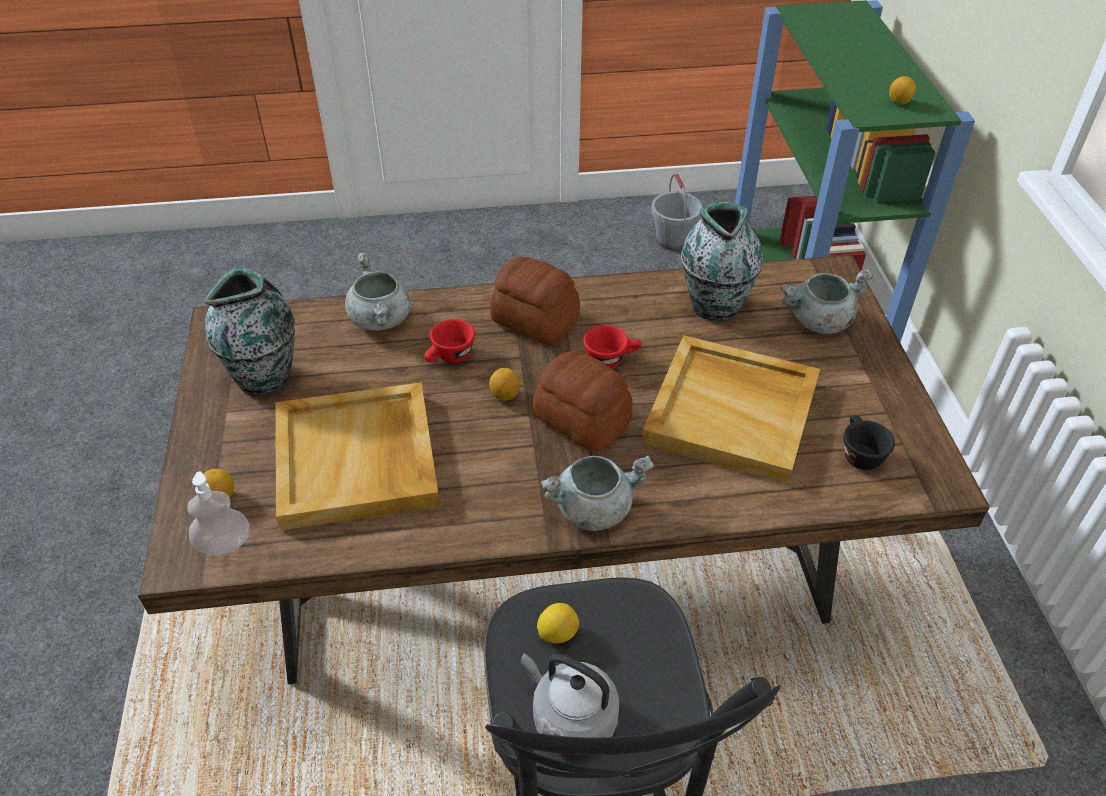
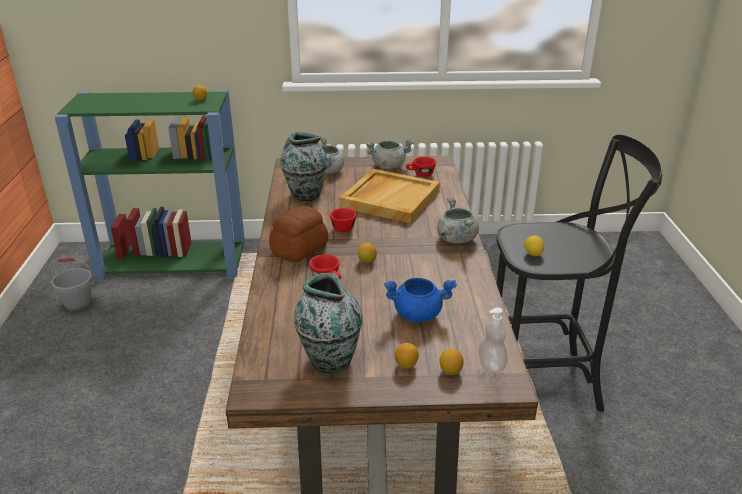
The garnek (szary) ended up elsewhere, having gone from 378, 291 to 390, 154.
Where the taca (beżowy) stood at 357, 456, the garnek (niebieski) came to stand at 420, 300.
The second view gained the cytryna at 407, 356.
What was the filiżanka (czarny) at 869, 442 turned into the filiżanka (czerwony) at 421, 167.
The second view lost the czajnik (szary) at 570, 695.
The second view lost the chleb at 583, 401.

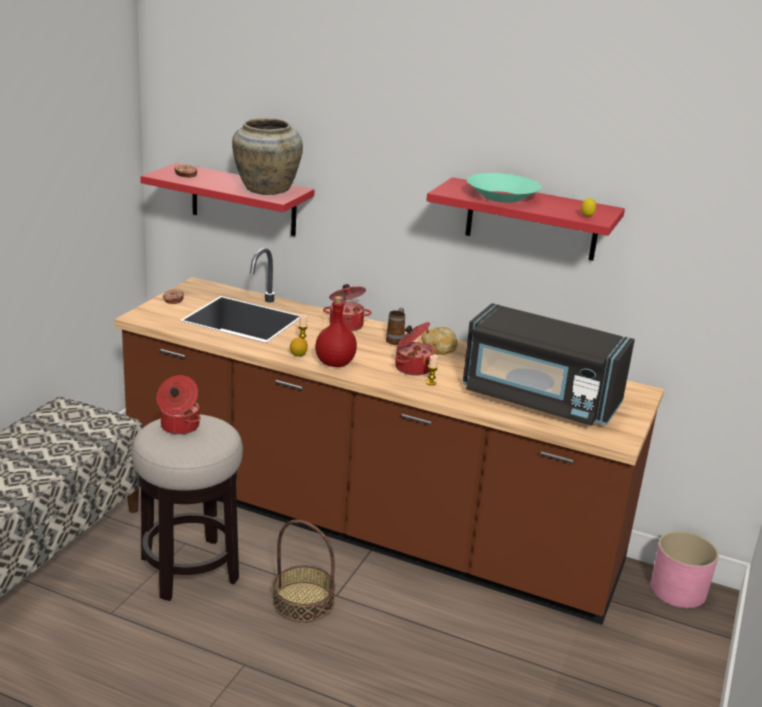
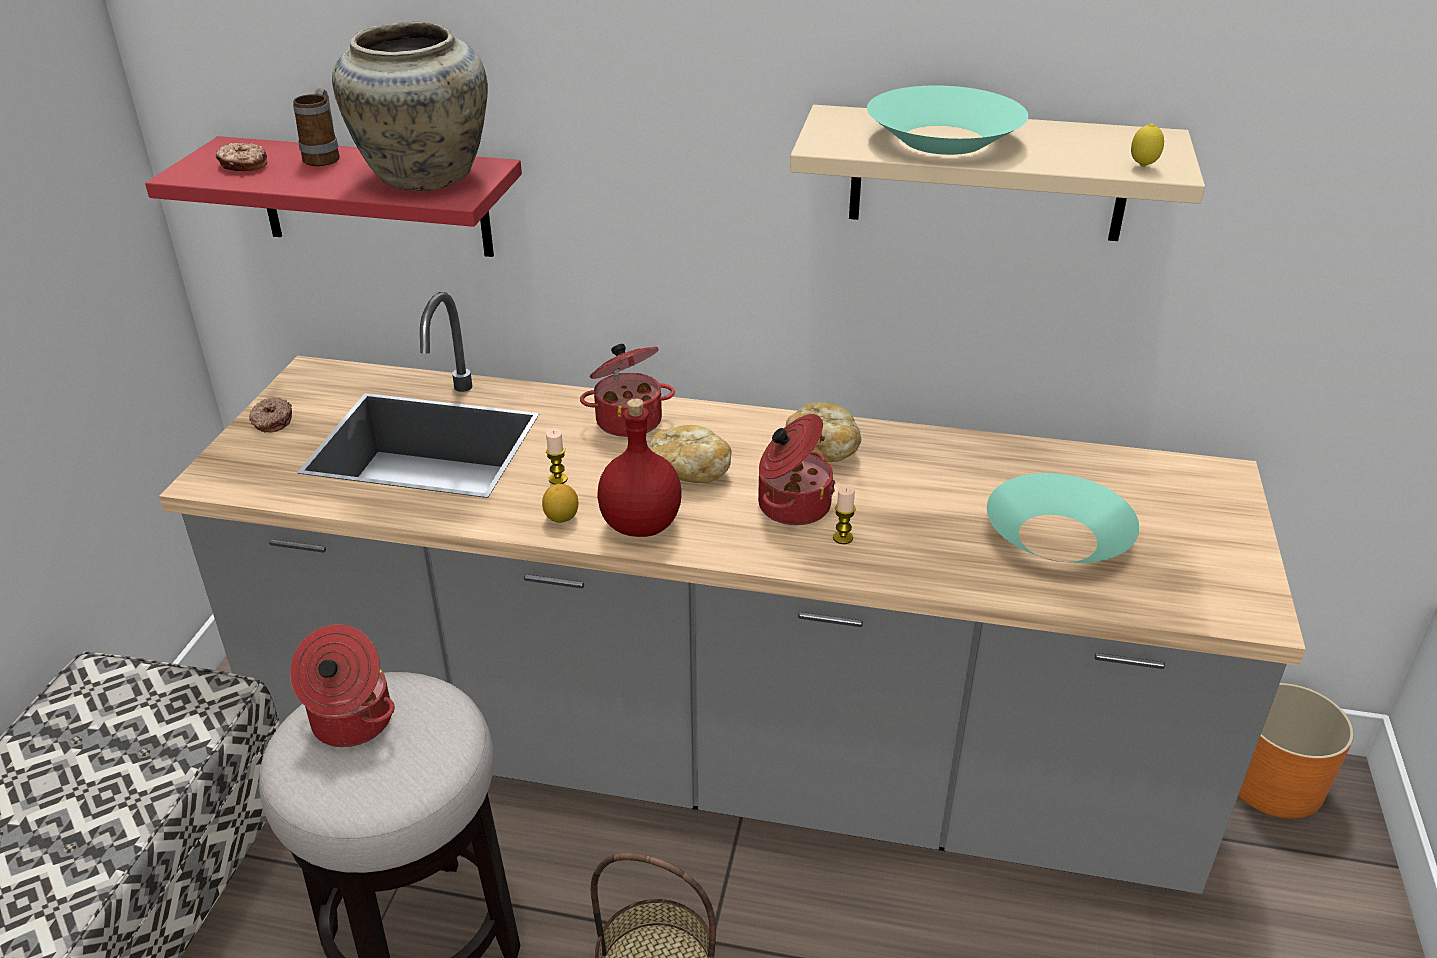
What was the zabudowa kuchenna (brązowy) at 389, 436 turned into the zabudowa kuchenna (szary) at 732, 593.
The kubek ended up elsewhere, having gone from 395, 326 to 316, 127.
The second view gained the chleb at 690, 454.
What was the półka (czerwony) at 525, 219 turned into the półka (beżowy) at 997, 173.
Where the mikrofalówka (czarny) stood at 548, 364, the miska (turkusowy) came to stand at 1063, 518.
What was the donica (różowy) at 684, 569 turned into the donica (pomarańczowy) at 1296, 751.

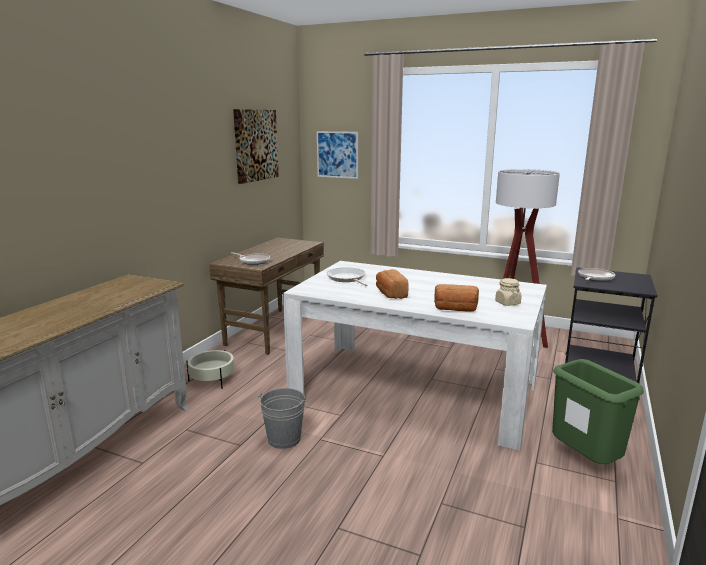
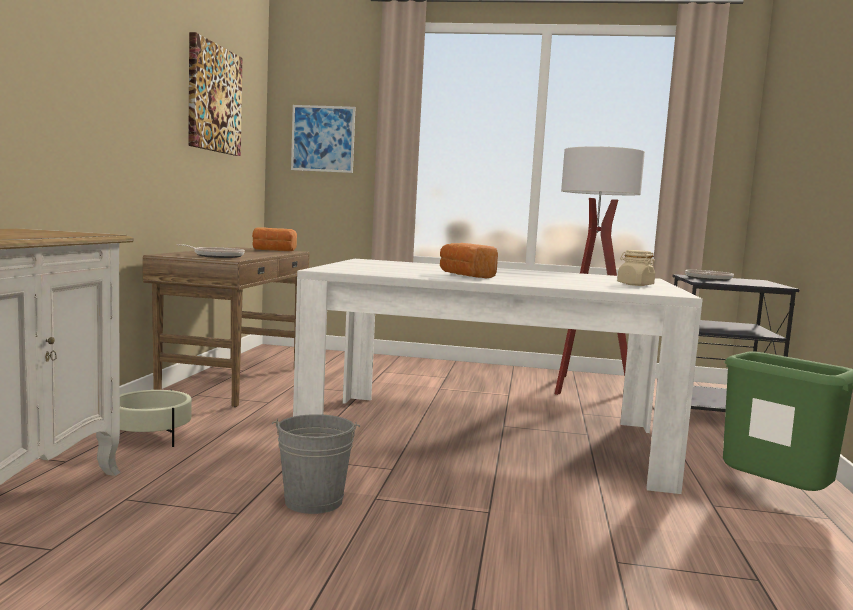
The chleb ended up elsewhere, having gone from 456, 298 to 274, 239.
The second view lost the patelnia at 347, 276.

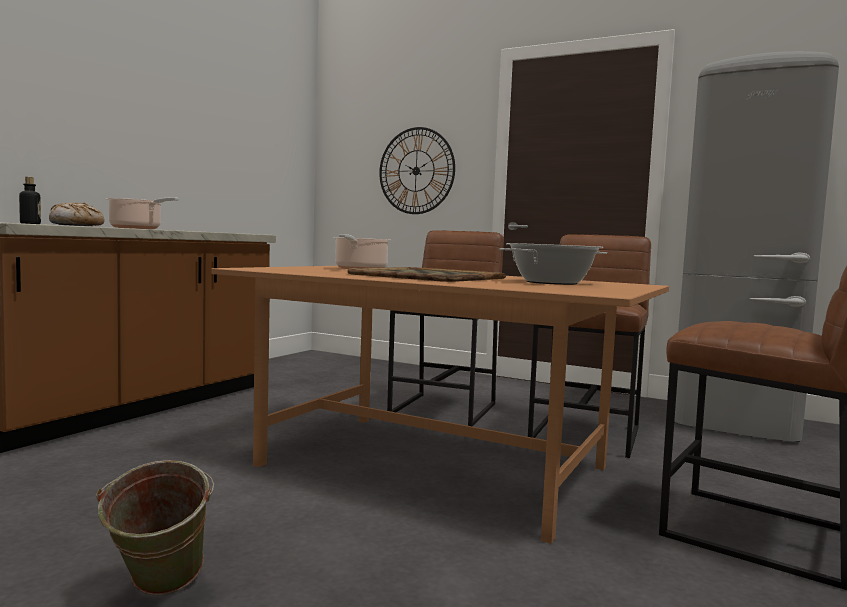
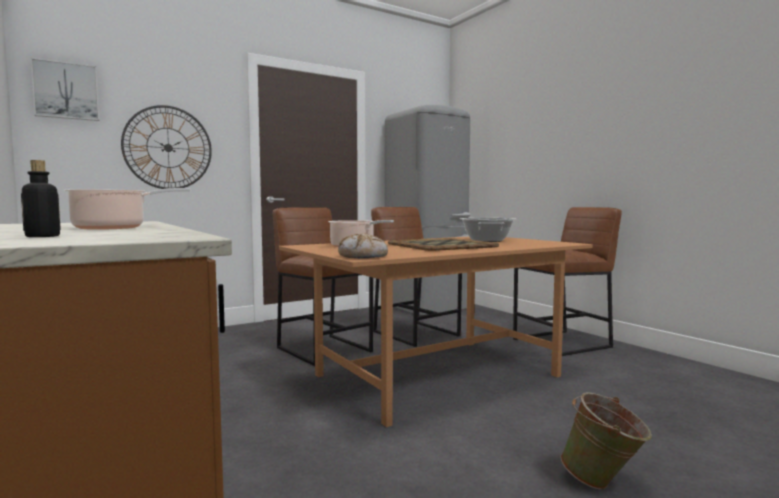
The second view gained the obraz at 65, 89.
The chleb ended up elsewhere, having gone from 77, 214 to 363, 245.

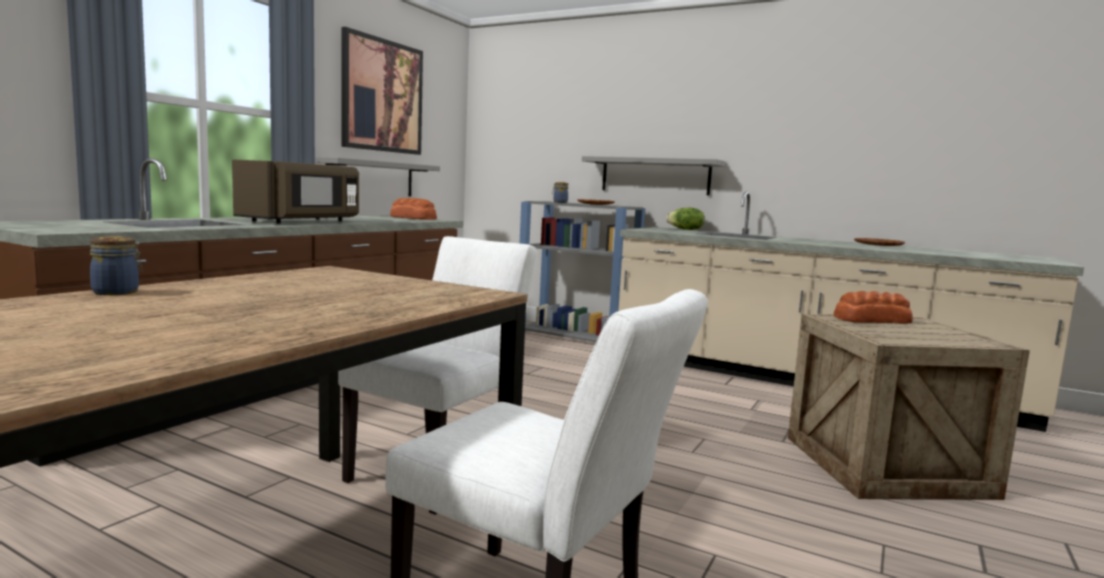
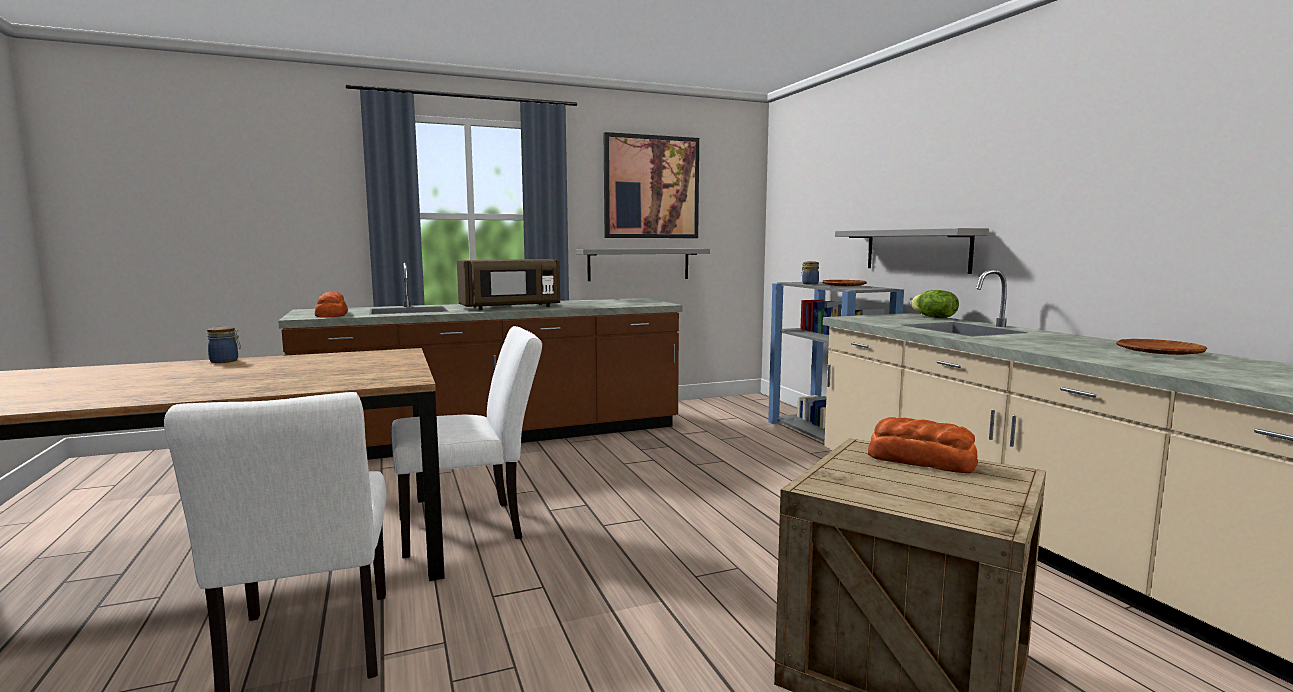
The chleb ended up elsewhere, having gone from 413, 209 to 331, 304.

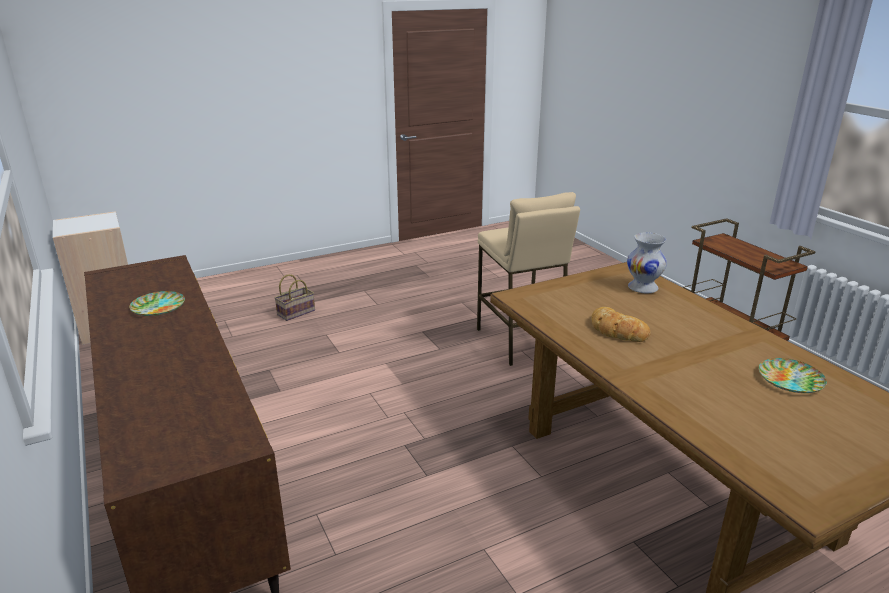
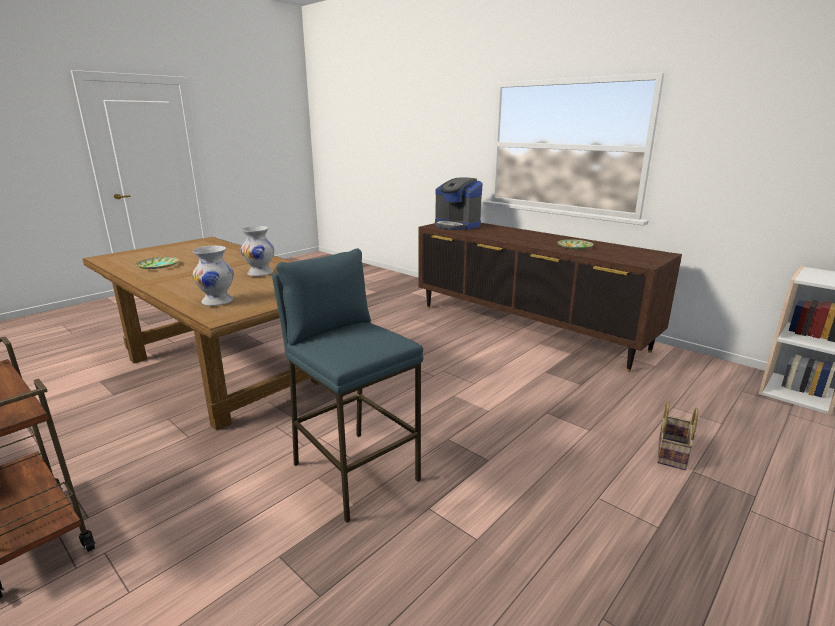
Where the chleb stood at 621, 324, the wazon (biały) came to stand at 257, 251.
What was the stołek (beżowy) at 528, 279 turned into the stołek (niebieski) at 347, 385.
The second view gained the ekspres do kawy at 458, 204.

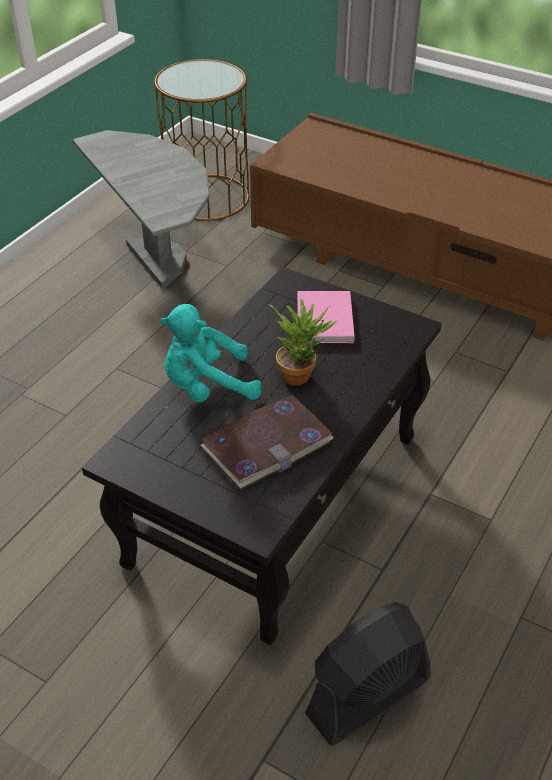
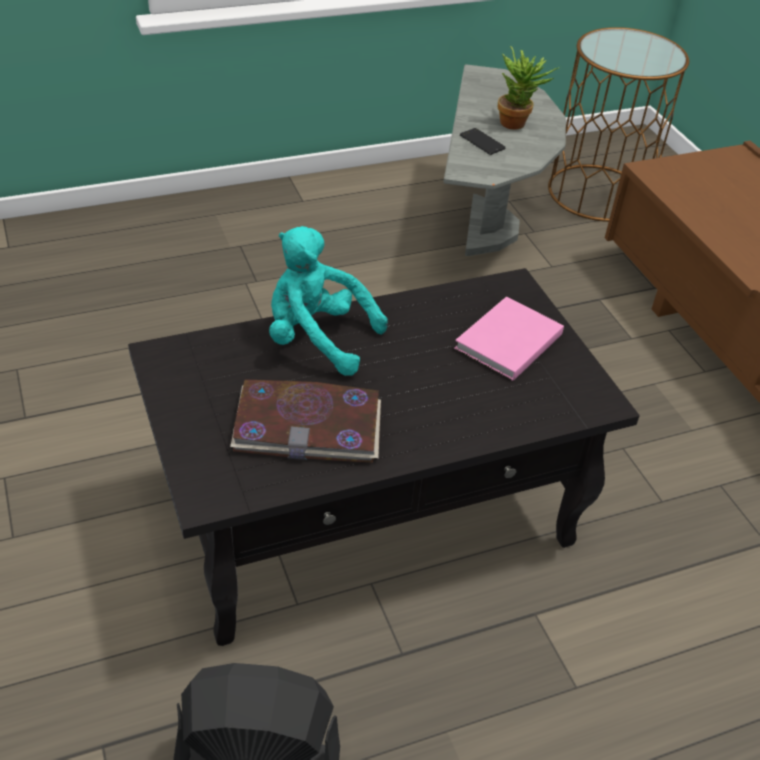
The second view gained the telefon at 483, 141.
The roślina doniczkowa ended up elsewhere, having gone from 303, 342 to 528, 88.

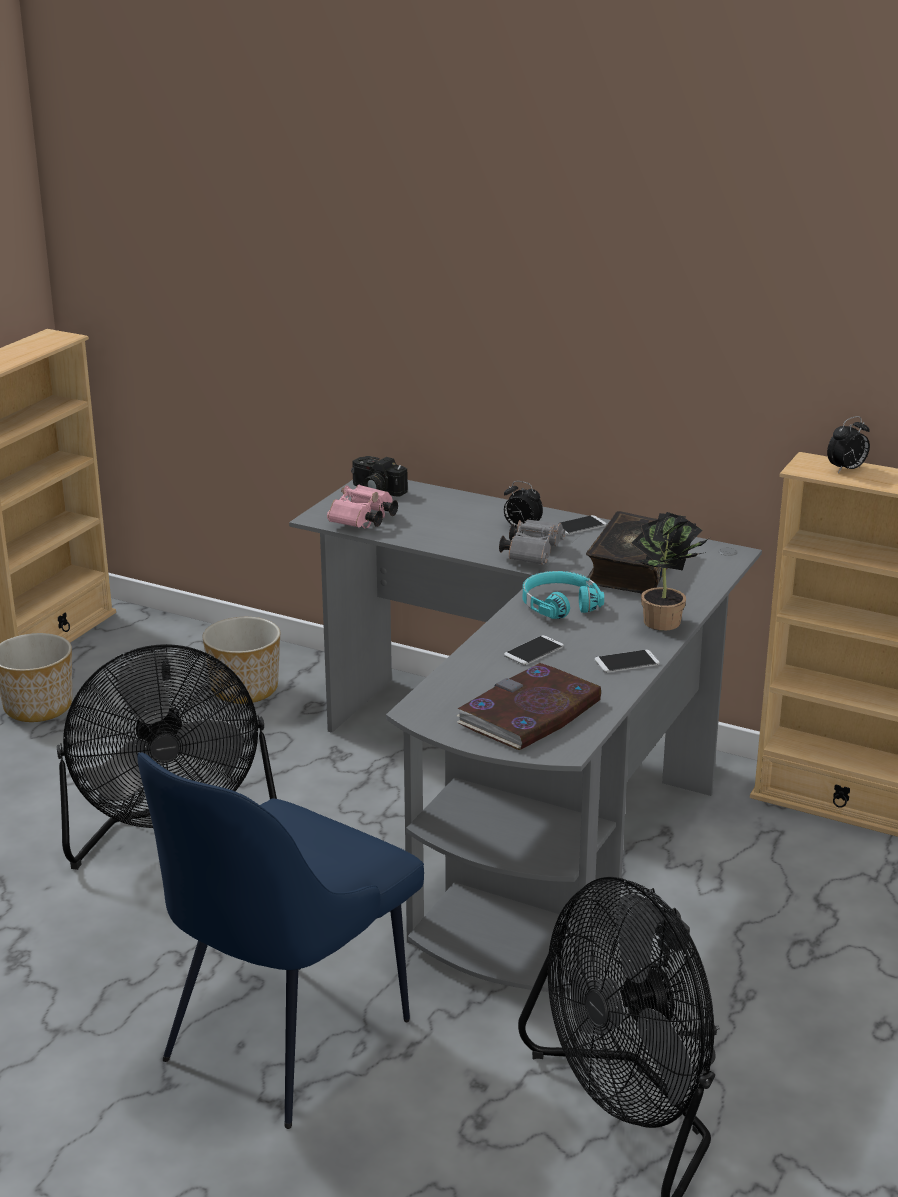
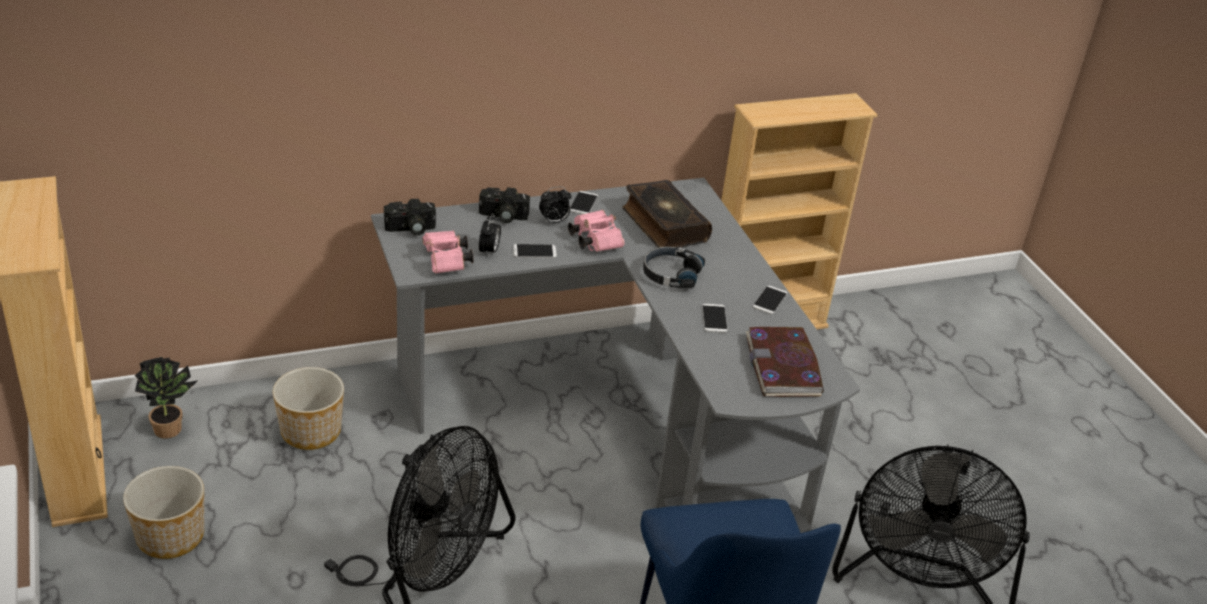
The roślina doniczkowa ended up elsewhere, having gone from 670, 571 to 166, 398.
The second view gained the aparat fotograficzny at 504, 205.
The budzik ended up elsewhere, having gone from 848, 444 to 490, 235.
The second view gained the telefon at 535, 251.
What was the lornetka (szary) at 532, 542 turned into the lornetka (różowy) at 596, 231.
What was the słuchawki (turkusowy) at 563, 595 turned into the słuchawki (czarny) at 674, 267.

